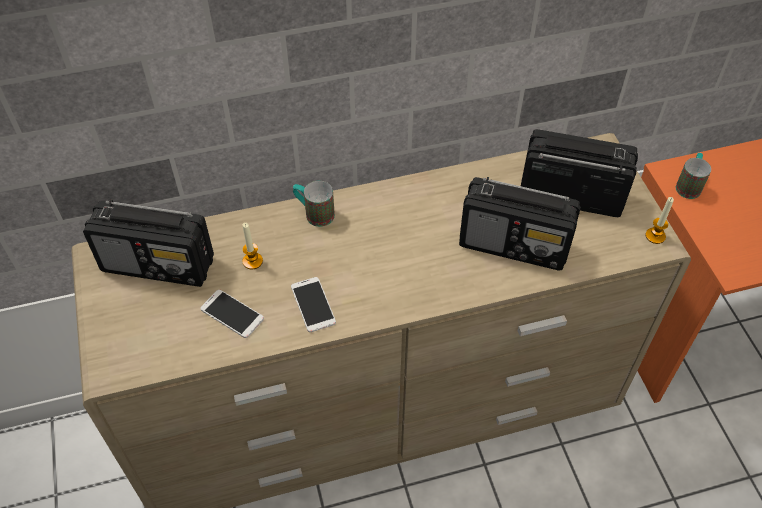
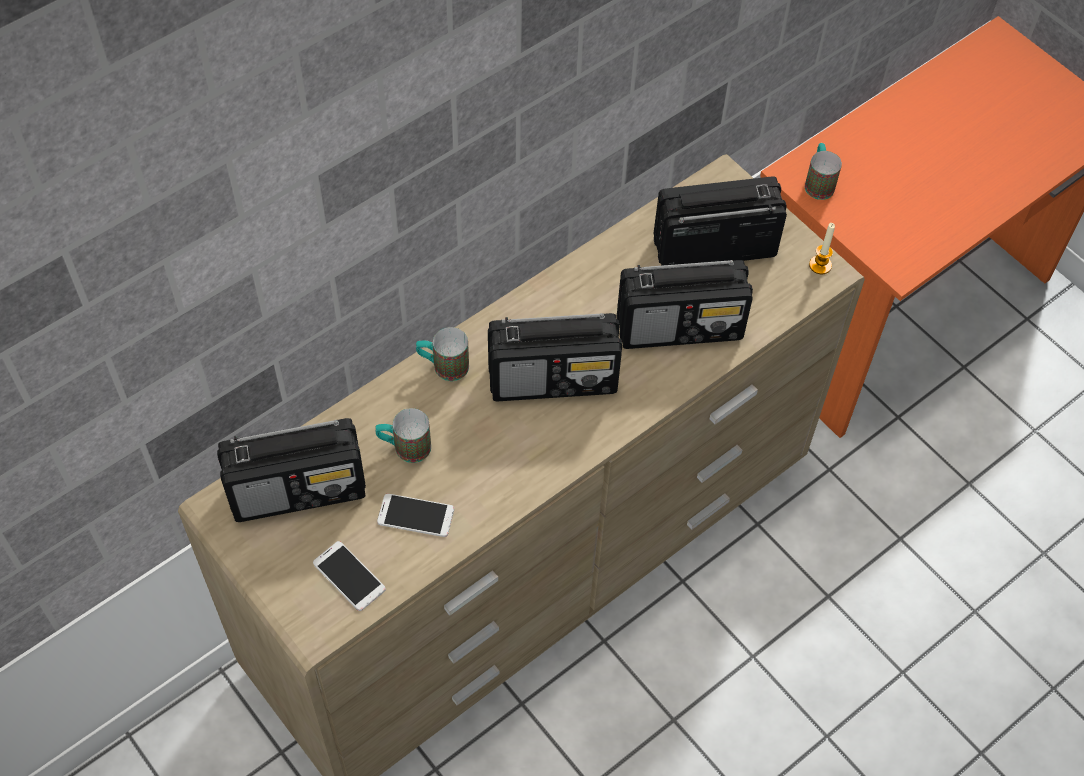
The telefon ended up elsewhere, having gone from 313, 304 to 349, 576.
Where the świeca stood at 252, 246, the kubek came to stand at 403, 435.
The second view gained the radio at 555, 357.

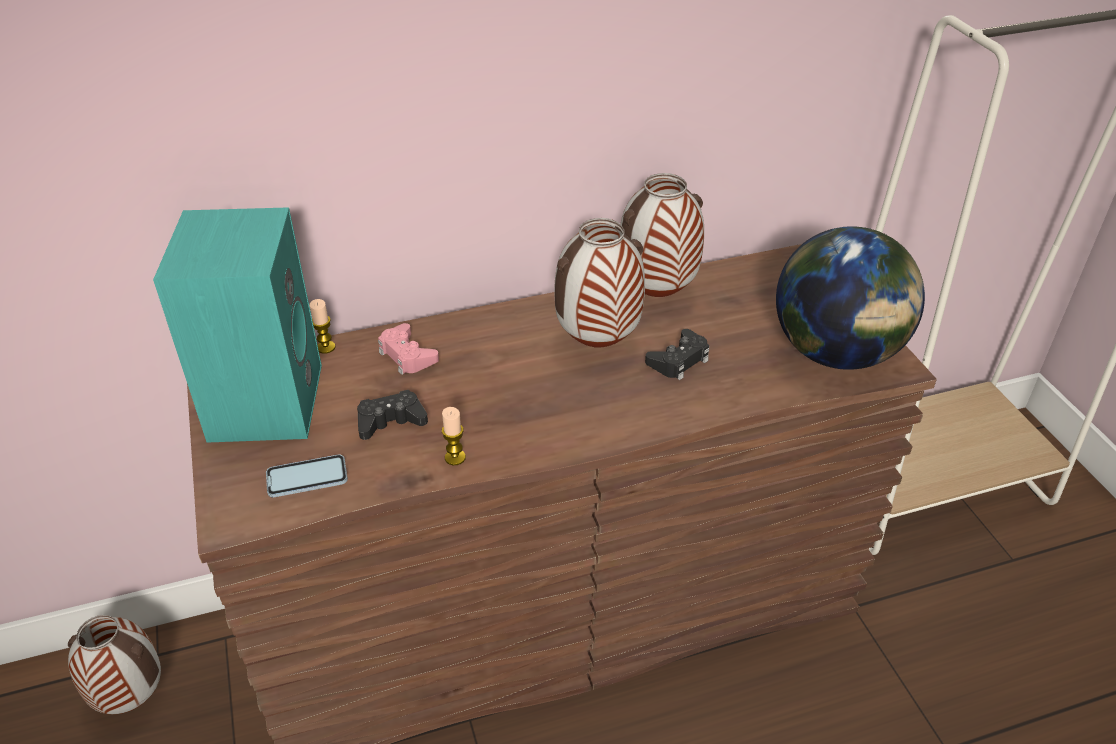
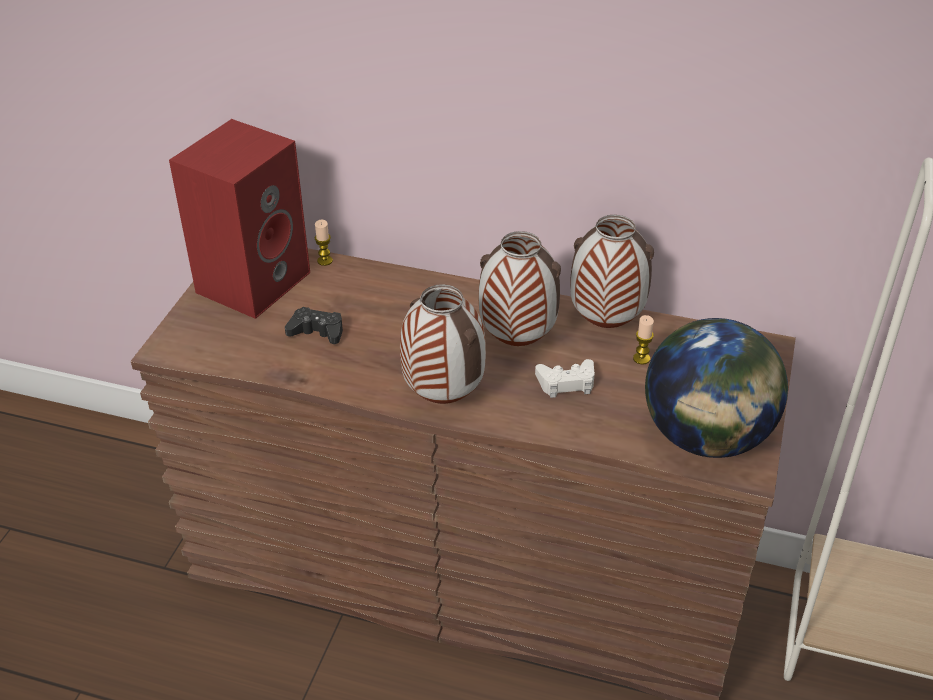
What was the głośnik (turkusowy) at 237, 325 turned into the głośnik (czerwony) at 239, 219.
The wazon ended up elsewhere, having gone from 114, 664 to 443, 344.
What was the pad do gier (czarny) at 677, 354 turned into the pad do gier (biały) at 565, 378.
The świeca ended up elsewhere, having gone from 454, 436 to 643, 340.
The second view lost the telefon at 307, 475.
The second view lost the pad do gier (różowy) at 408, 349.

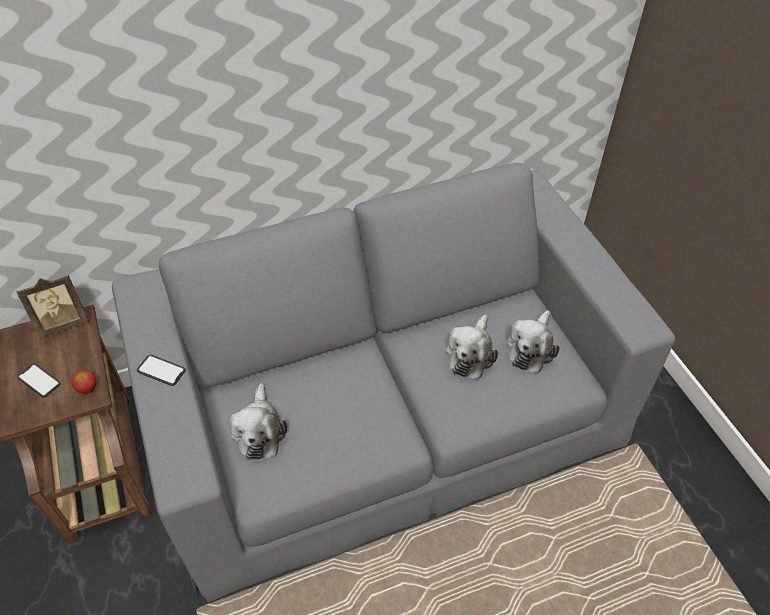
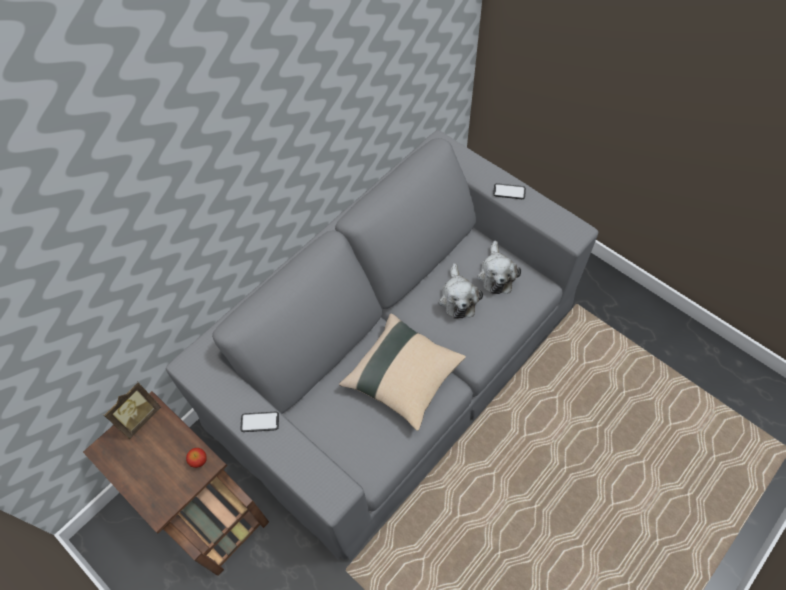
The second view gained the poduszka (beżowy) at 402, 372.
The telefon ended up elsewhere, having gone from 39, 380 to 509, 191.
The second view lost the pluszak at 258, 421.

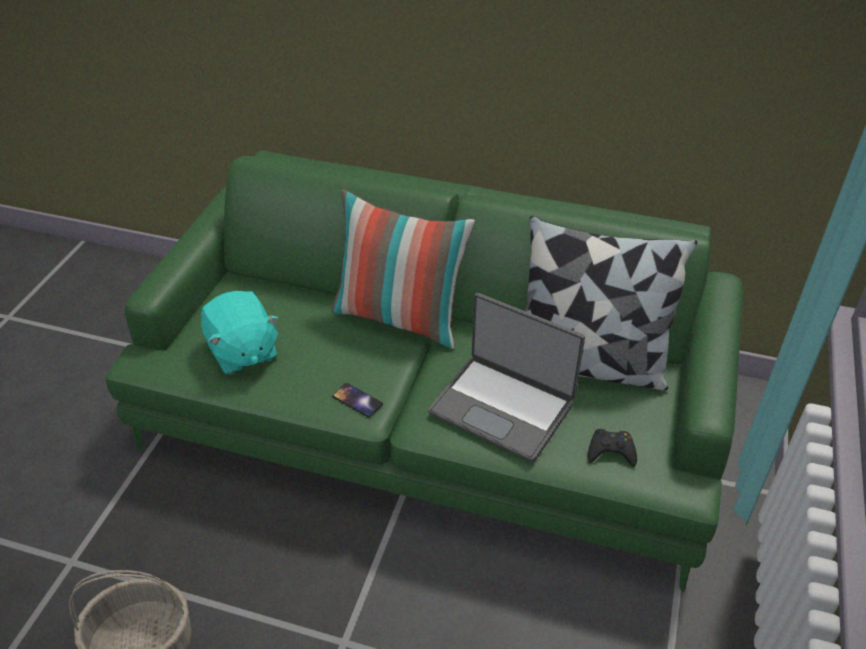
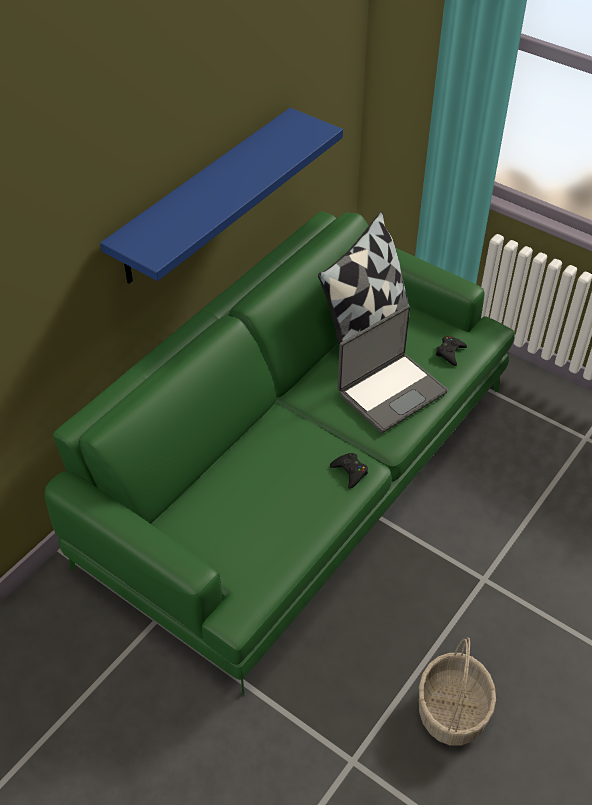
The second view gained the półka (niebieski) at 221, 195.
Where the telefon stood at 357, 400, the pad do gier (czarny) came to stand at 349, 471.
The second view lost the pluszak (turkusowy) at 240, 333.
The second view lost the poduszka at 403, 269.

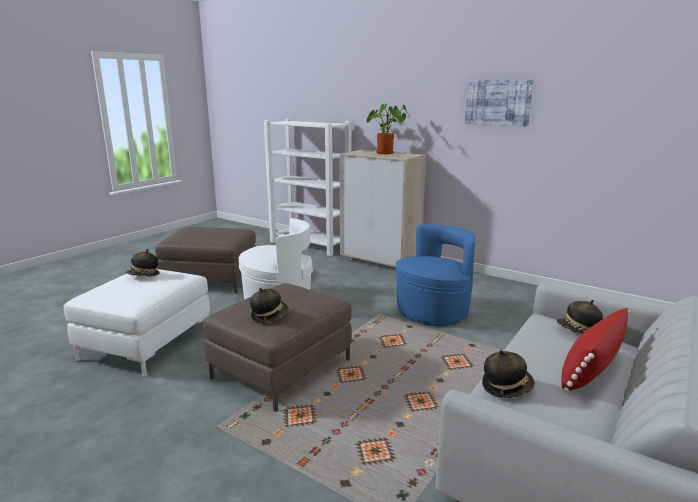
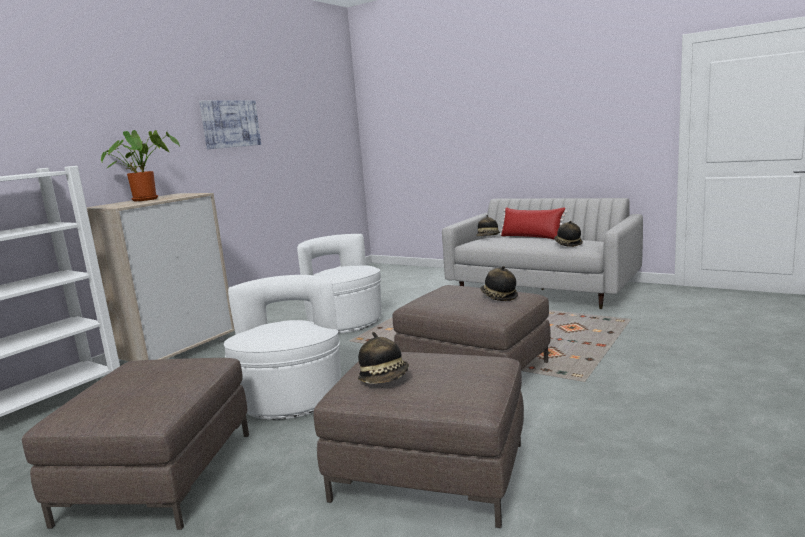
What was the fotel (niebieski) at 435, 275 turned into the fotel (biały) at 339, 283.
What was the pufa (biały) at 137, 323 turned into the pufa (brązowy) at 418, 440.

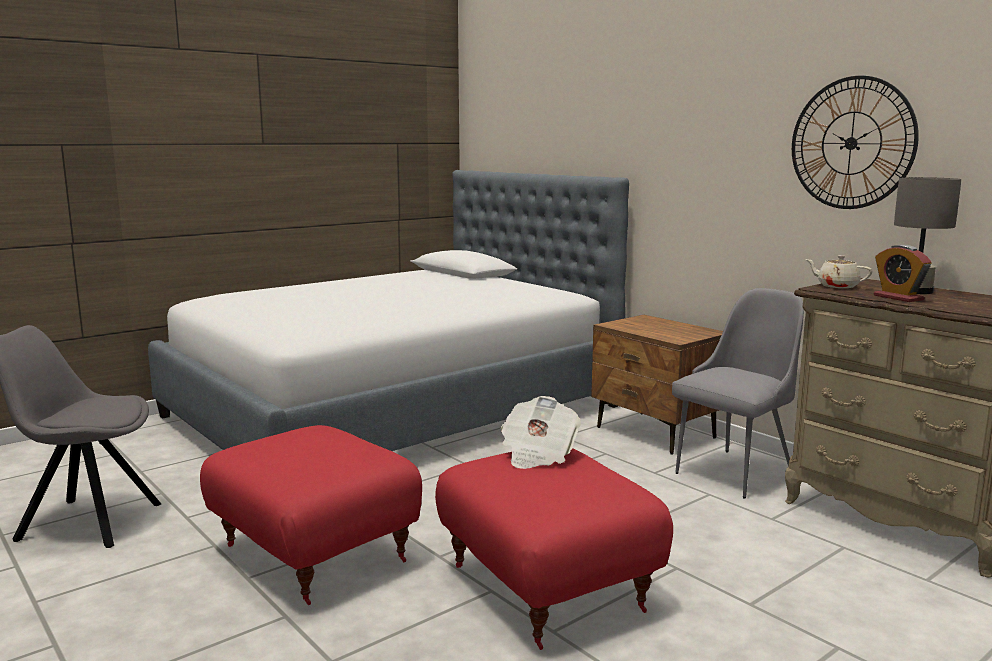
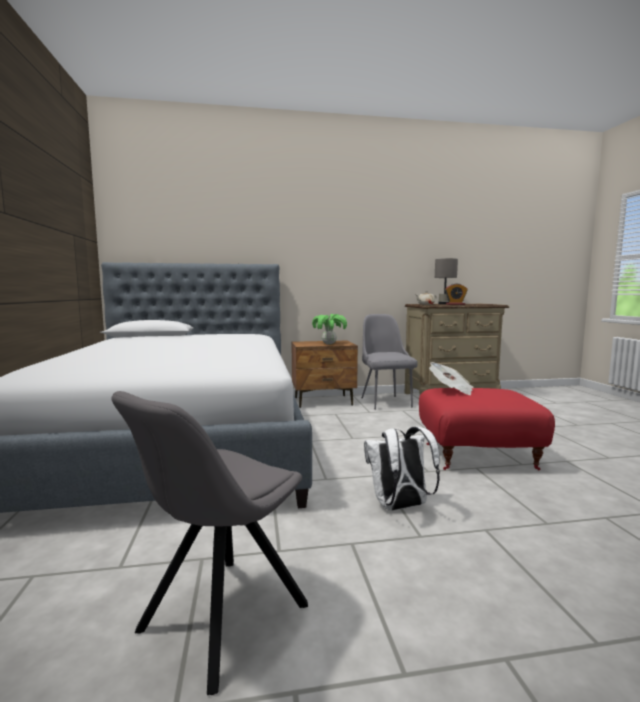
The second view gained the roślina doniczkowa at 329, 329.
Where the pufa (czerwony) stood at 311, 515, the plecak (biały) came to stand at 402, 468.
The second view lost the zegar ścienny at 855, 142.

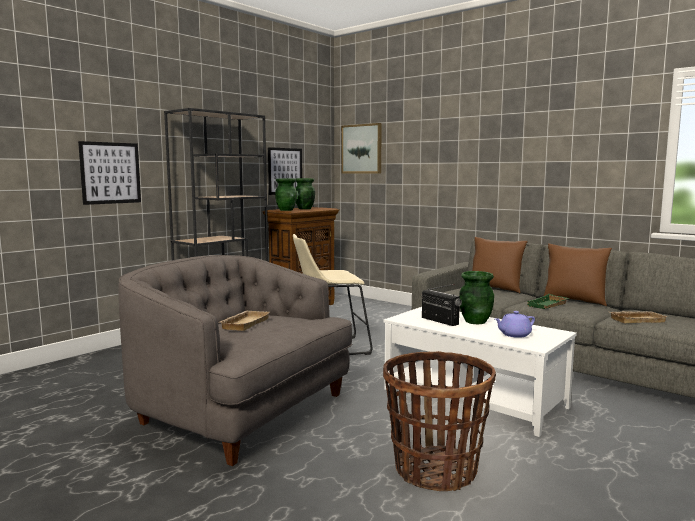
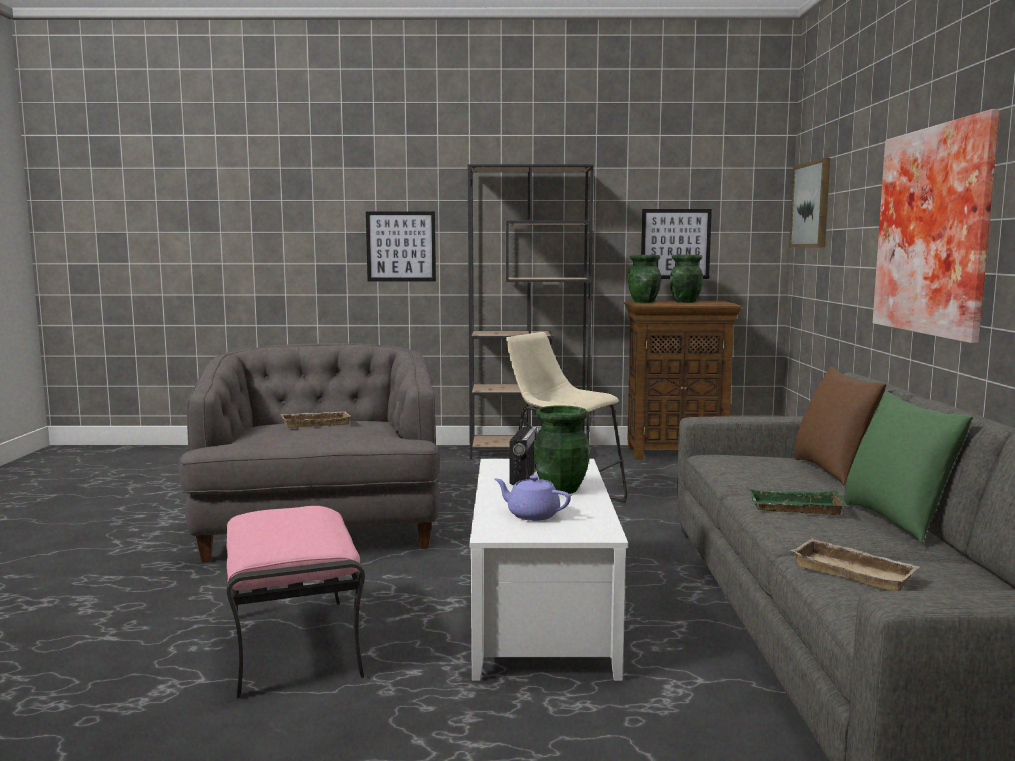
Where the koszyk stood at 439, 421, the pufa (różowy) came to stand at 295, 602.
What was the poduszka (brązowy) at 578, 275 turned into the poduszka (zielony) at 908, 467.
The second view gained the obraz at 936, 226.

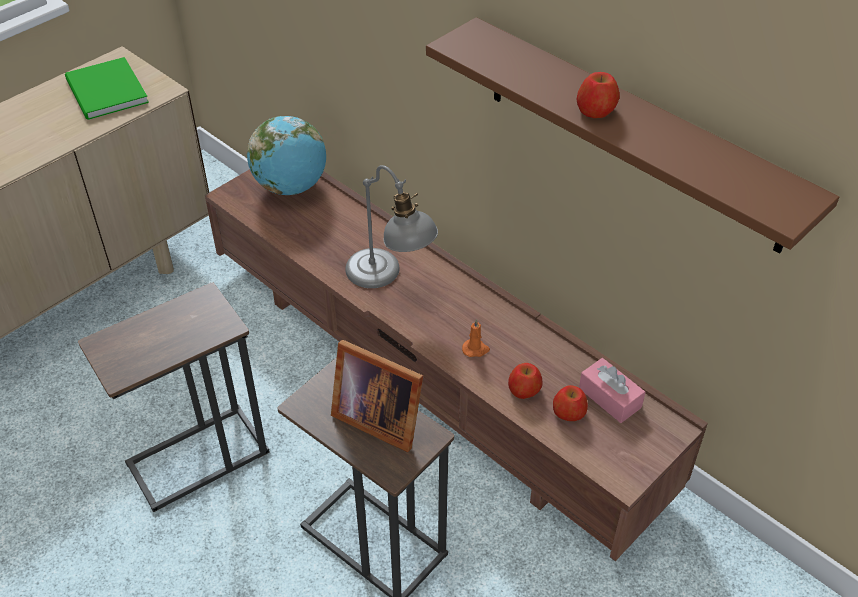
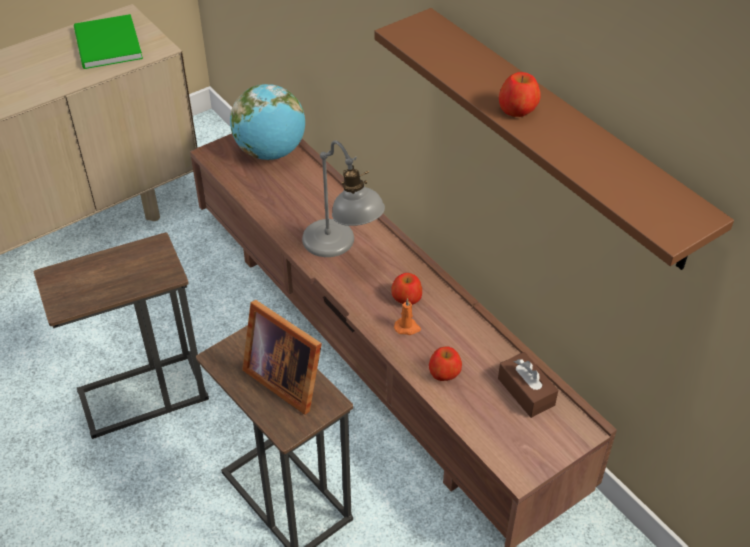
The jabłko ended up elsewhere, having gone from 570, 403 to 406, 289.
What was the pudełko chusteczek (różowy) at 612, 390 turned into the pudełko chusteczek (brązowy) at 528, 385.

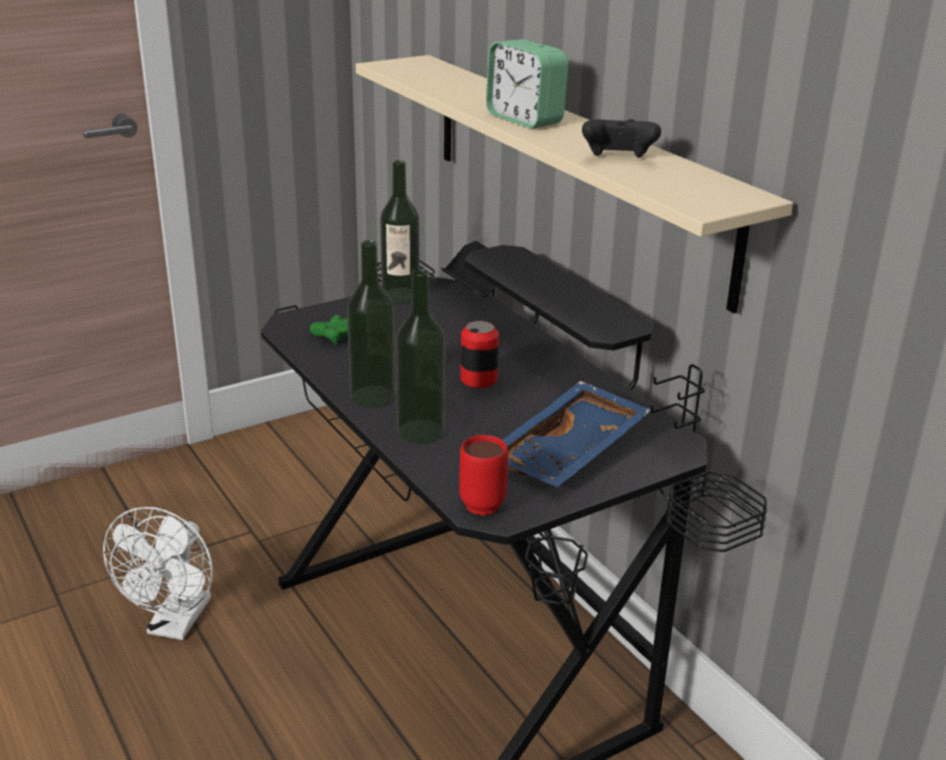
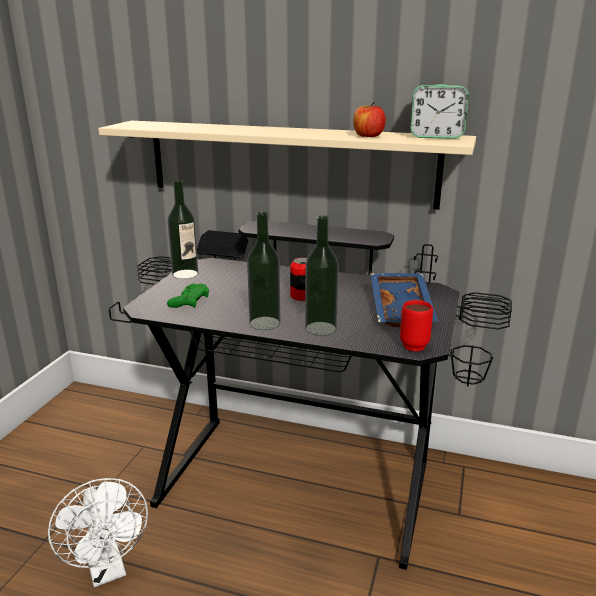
Where the pad do gier (czarny) stood at 621, 138, the jabłko came to stand at 369, 119.
The budzik ended up elsewhere, having gone from 527, 83 to 439, 111.

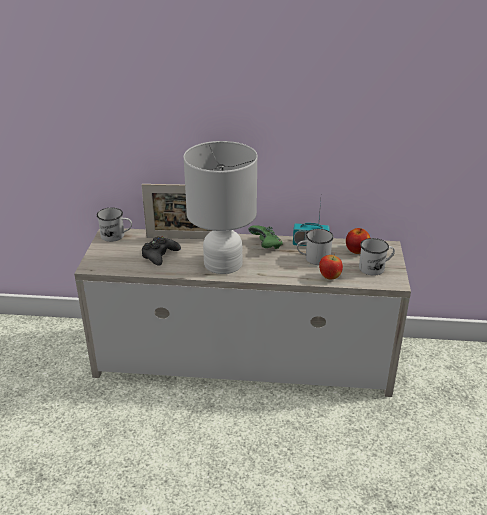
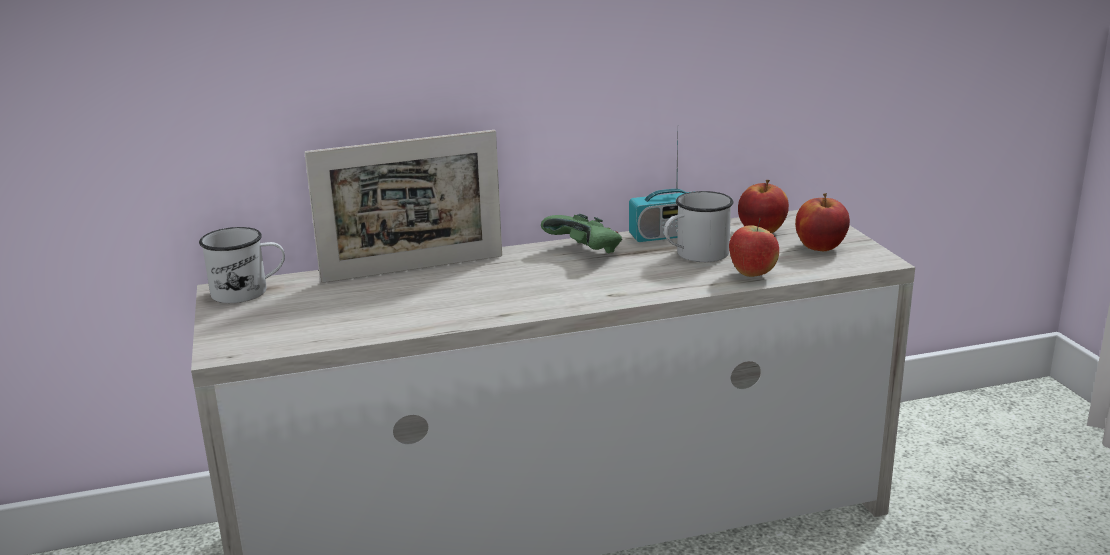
Where the kubek (biały) stood at 377, 256, the jabłko came to stand at 822, 222.
The second view lost the pad do gier (czarny) at 161, 251.
The second view lost the lampa stołowa (szary) at 220, 207.

